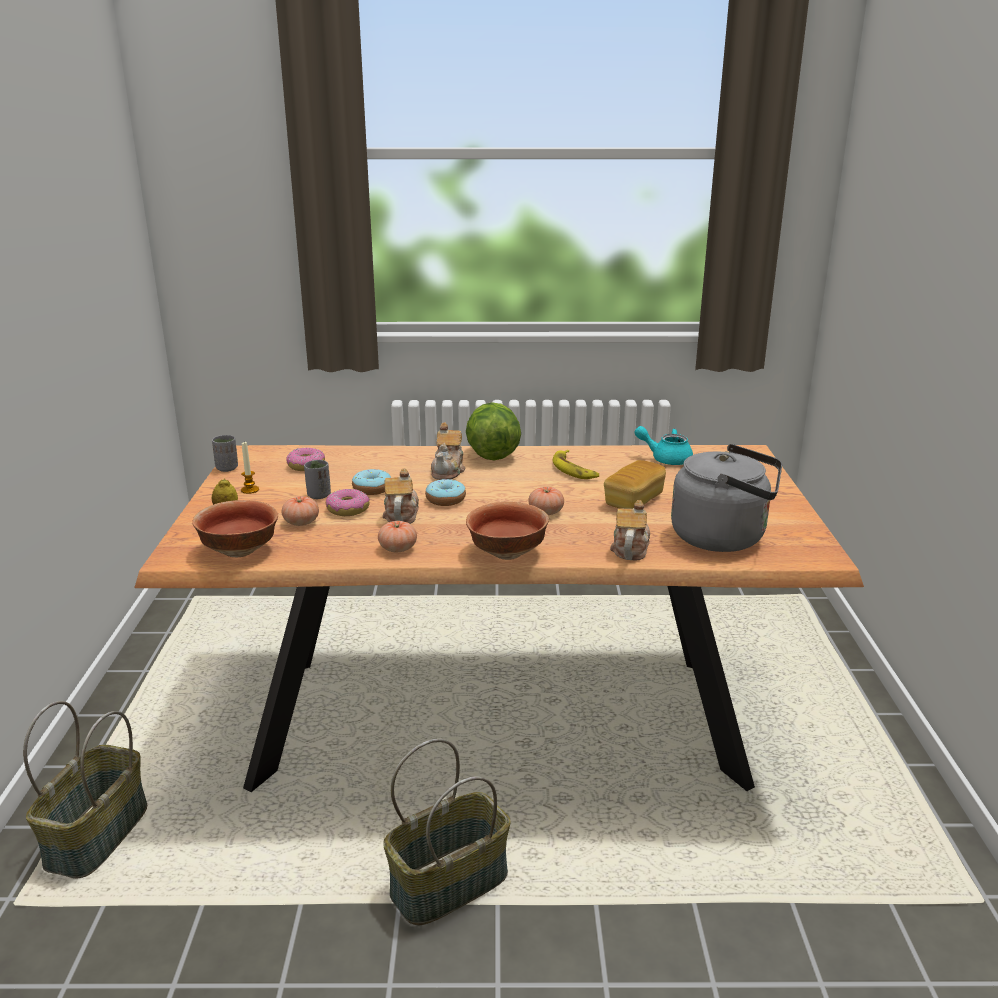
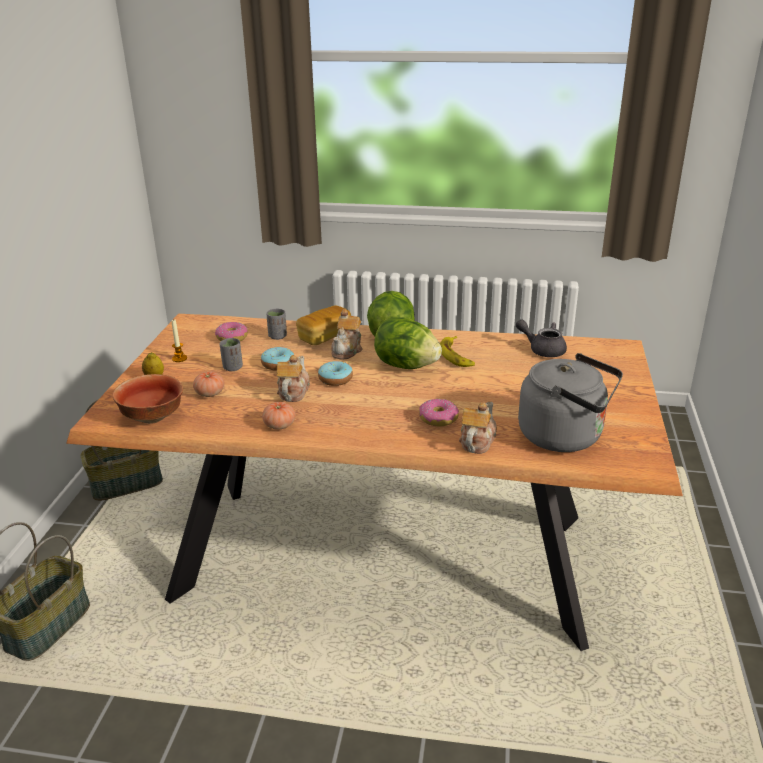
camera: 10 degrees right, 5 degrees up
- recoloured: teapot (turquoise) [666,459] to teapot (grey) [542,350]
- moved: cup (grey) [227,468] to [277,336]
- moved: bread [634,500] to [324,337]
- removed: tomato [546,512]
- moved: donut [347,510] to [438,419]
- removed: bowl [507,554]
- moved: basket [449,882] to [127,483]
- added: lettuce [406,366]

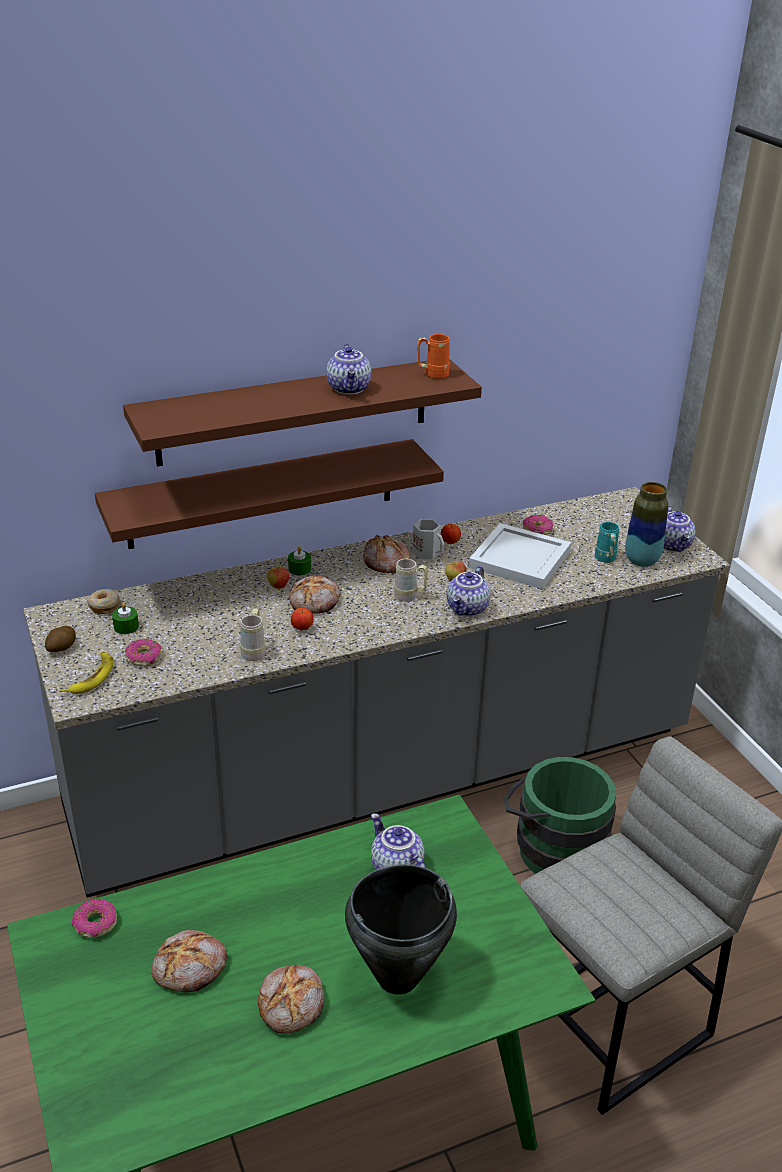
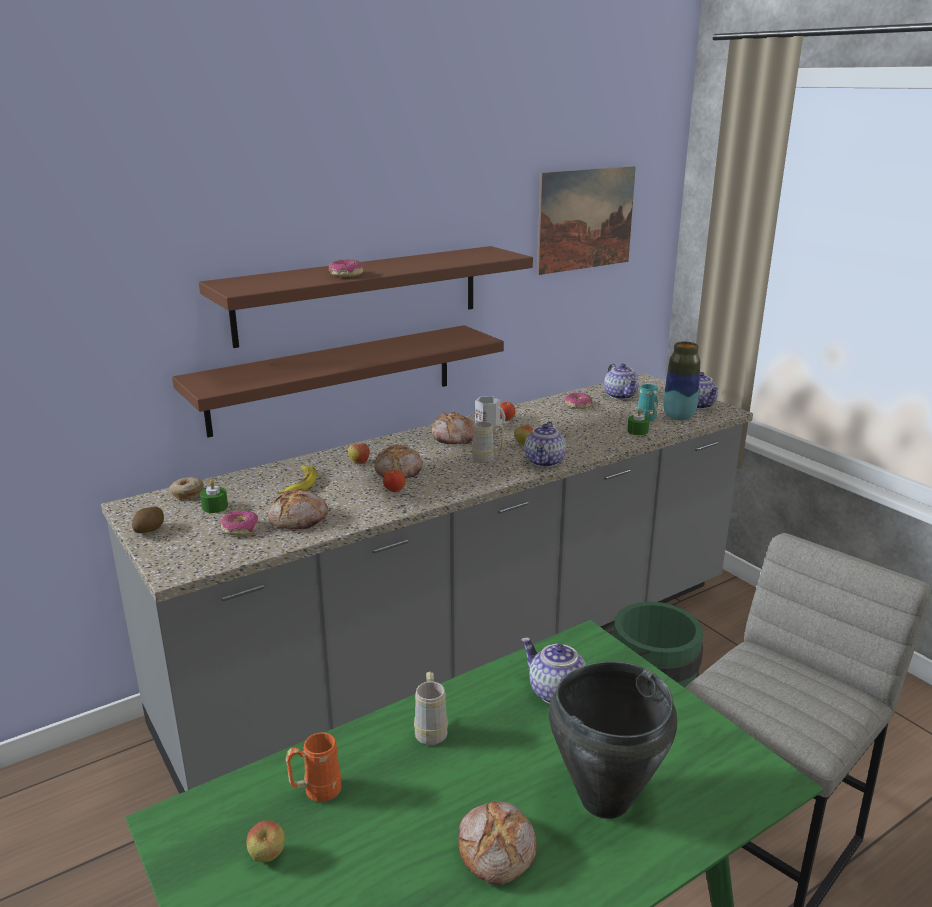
camera: 10 degrees left, 10 degrees down
- moved: mug (orange) [432,374] to [315,791]
- moved: teapot [350,389] to [621,396]
- removed: tray (white) [520,560]
- moved: candle (green) [299,569] to [637,431]
- moved: mug (beige) [254,651] to [431,729]
- moved: banana [92,677] to [300,484]
- moved: donut [95,924] to [346,275]
- moved: bread [191,968] to [299,519]
- added: picture [585,219]
- added: apple [267,857]

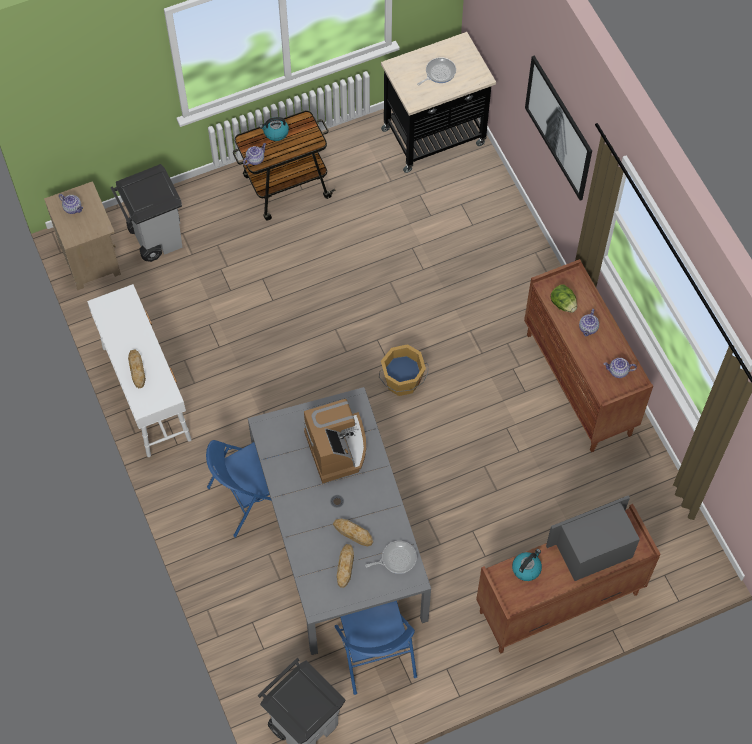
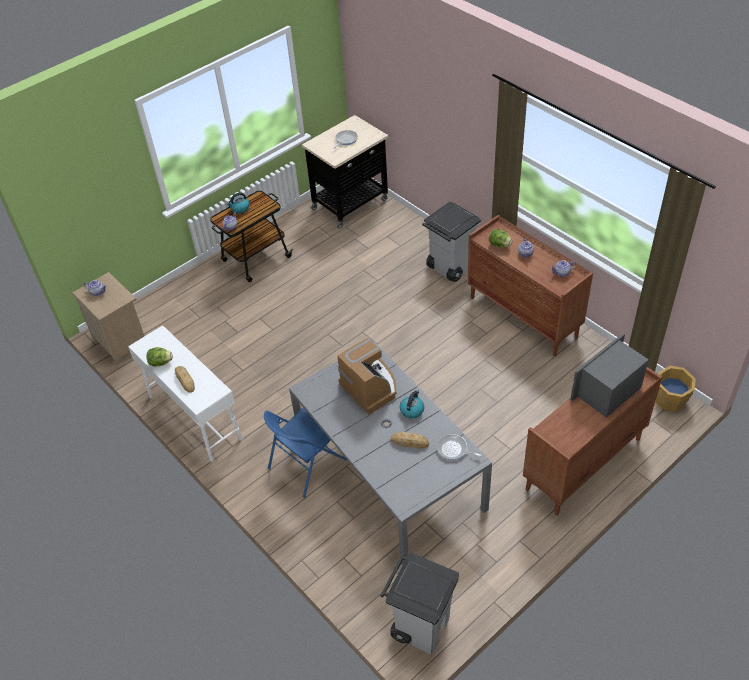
camera: 15 degrees left, 15 degrees down
- removed: picture [558,128]
- moved: trash can (grey) [155,238] to [449,268]
- moved: bucket (orange) [402,381] to [670,400]
- turned: frying pan [396,559] = [453,449] 120 degrees counterclockwise
- removed: bread [345,566]
- moved: kettle [526,568] to [412,410]
- removed: chair (blue) [375,652]
- added: lettuce [160,362]

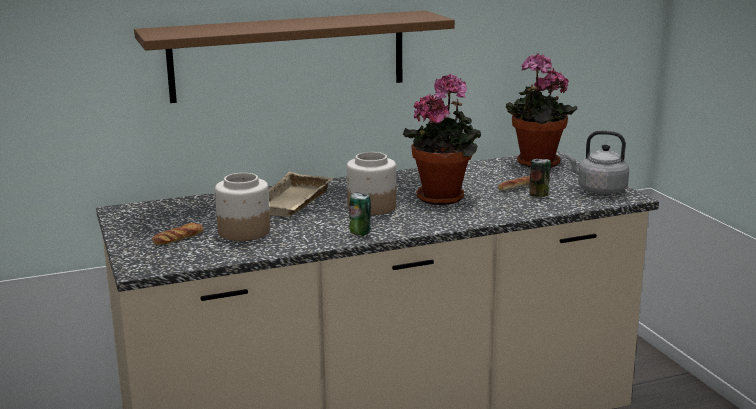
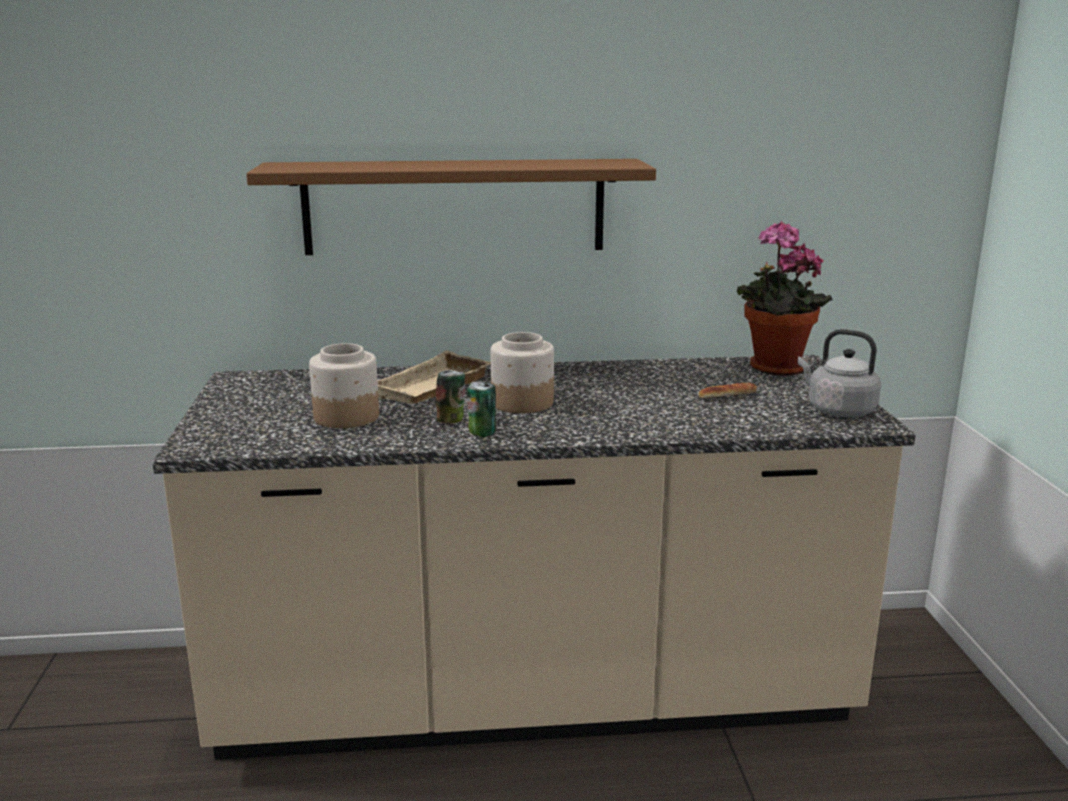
camera: 15 degrees right, 0 degrees up
- removed: potted plant [444,196]
- moved: can [539,195] to [451,420]
- removed: bread [178,238]

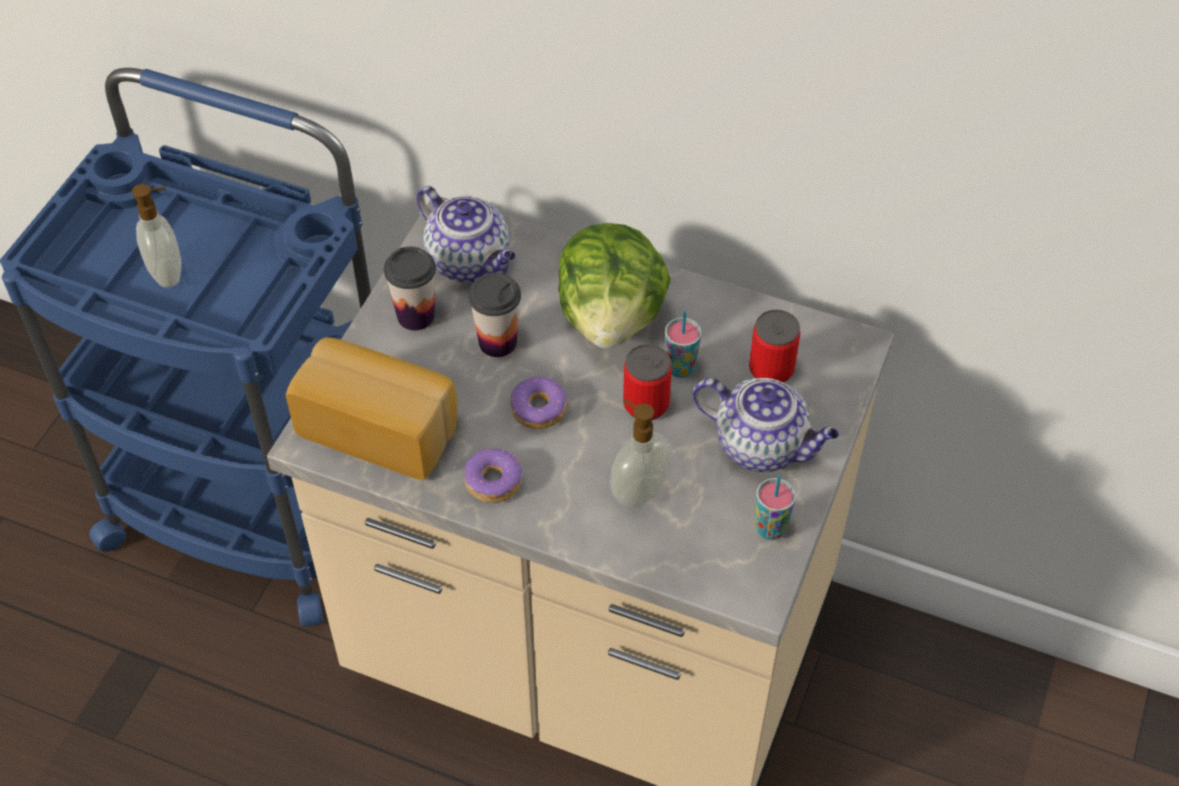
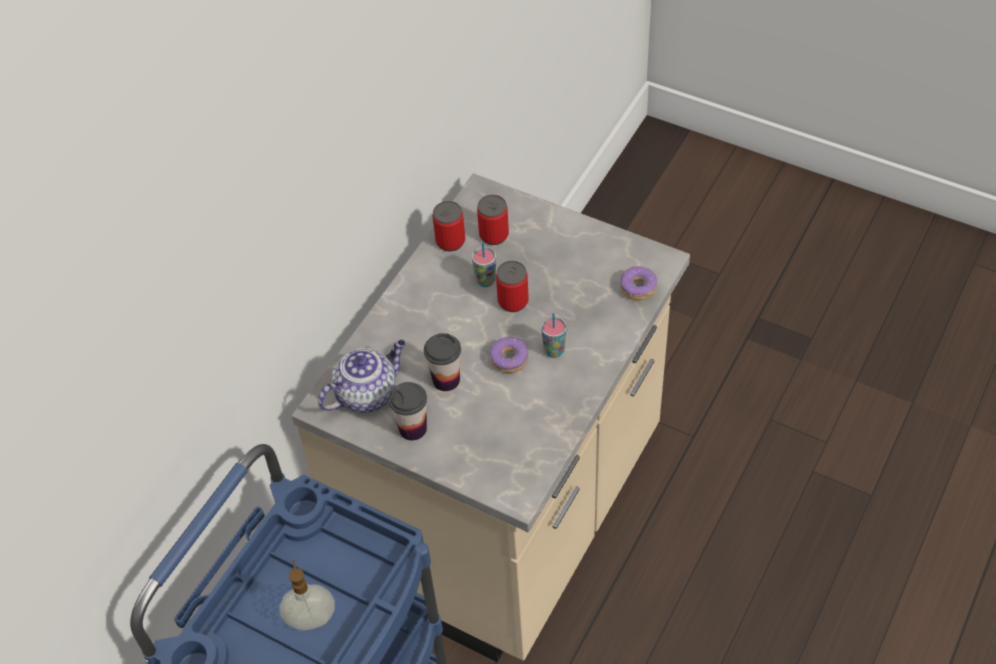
camera: 80 degrees left, 0 degrees up
- removed: lettuce [611,318]
- removed: bread [380,425]
- removed: teapot [762,446]
- removed: soap dispenser [638,490]
- moved: donut [493,481] to [638,288]
- moved: cup [770,529] to [554,351]
- added: can [450,241]

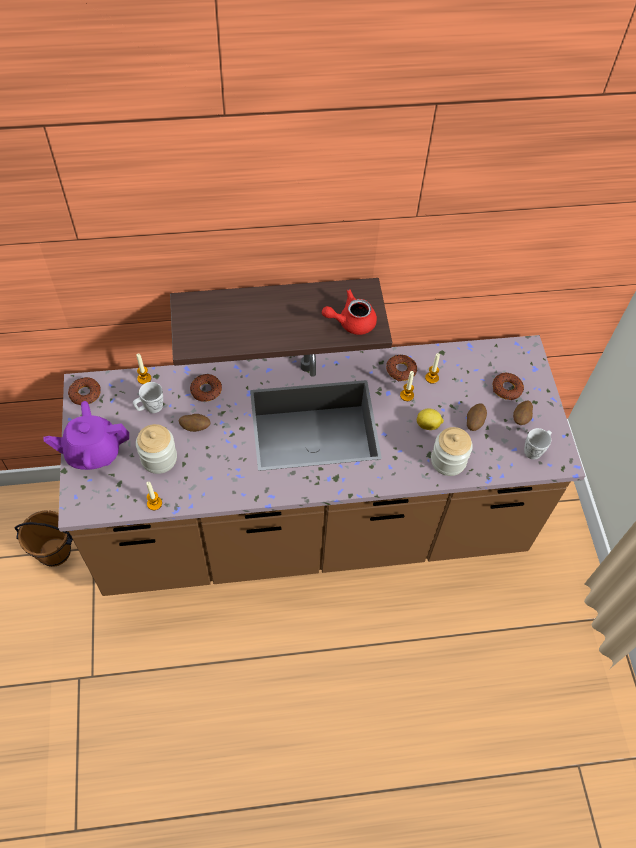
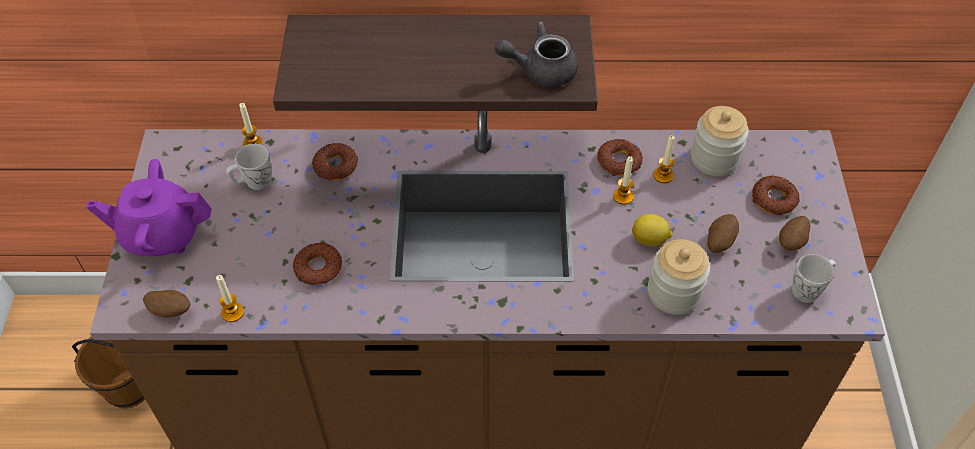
camera: 10 degrees right, 5 degrees down
- recoloured: teapot (red) [351,322] to teapot (grey) [540,70]
- moved: donut [85,394] to [318,268]
- moved: potato [195,427] to [171,311]
- moved: jar [159,458] to [714,158]

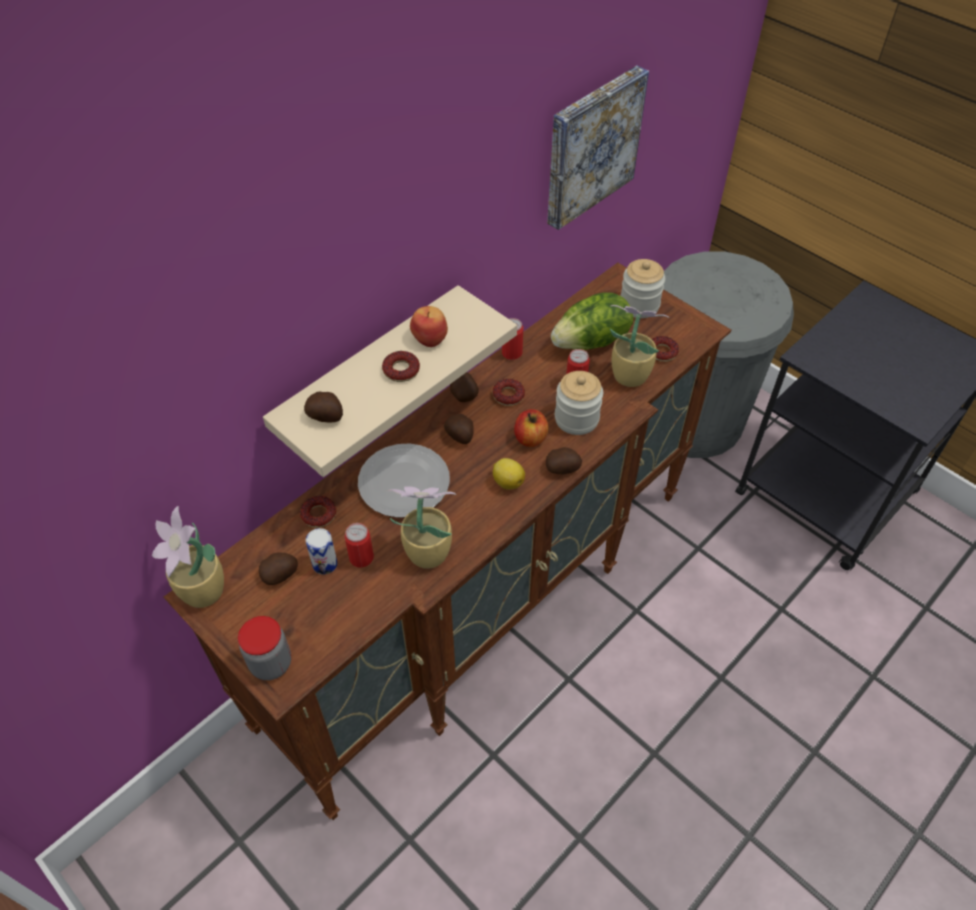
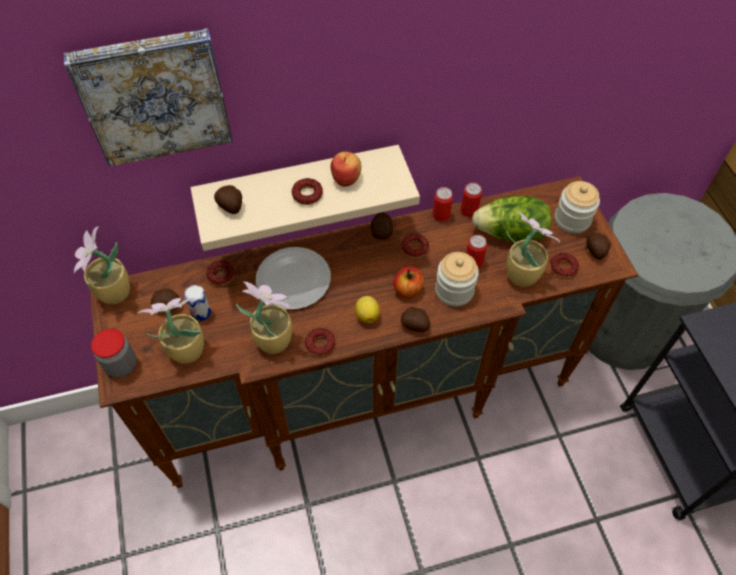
camera: 30 degrees right, 5 degrees up
- moved: picture [590,146] to [154,95]
- moved: potato [460,436] to [595,252]
- moved: can [361,557] to [469,211]
- added: potted plant [185,350]
- added: donut [320,344]

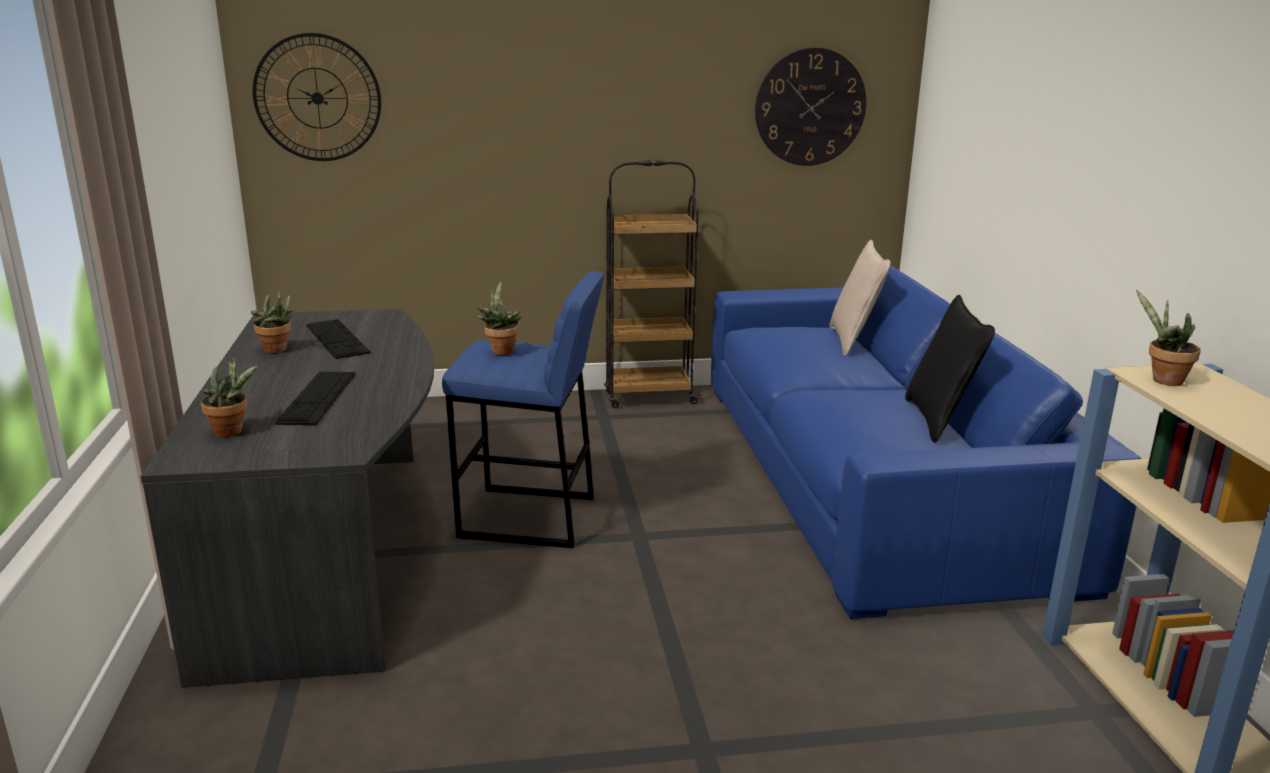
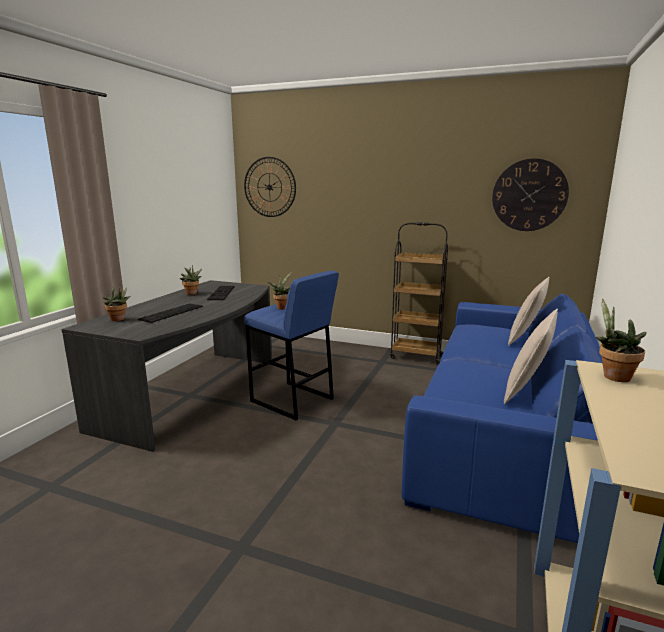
camera: 30 degrees right, 5 degrees down
- recoloured: pillow (black) [939,420] to pillow (beige) [526,392]

